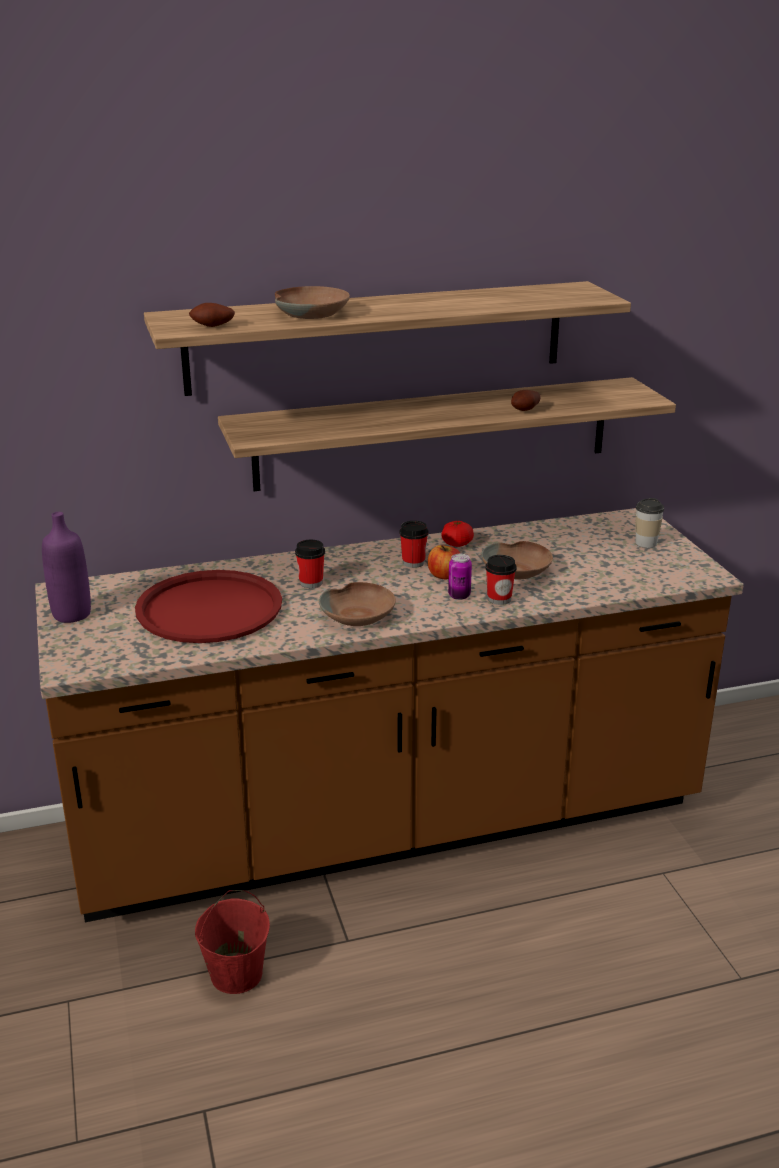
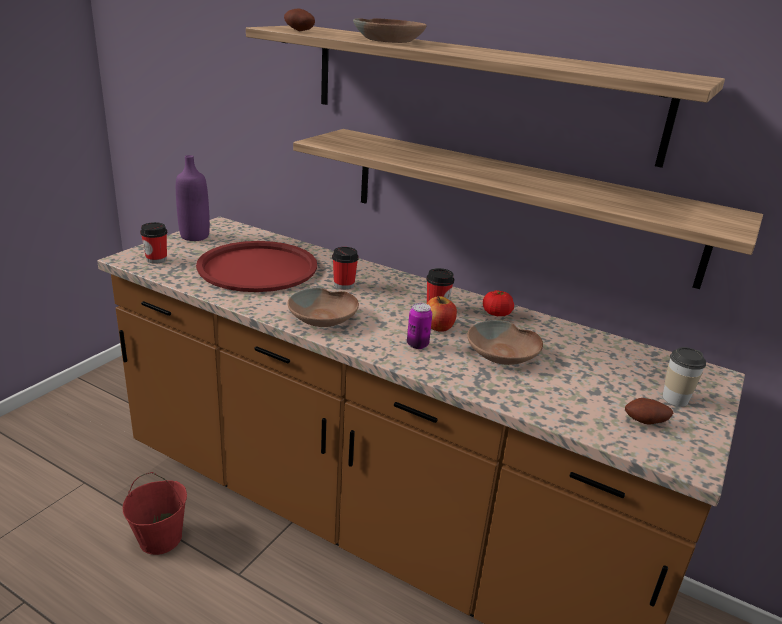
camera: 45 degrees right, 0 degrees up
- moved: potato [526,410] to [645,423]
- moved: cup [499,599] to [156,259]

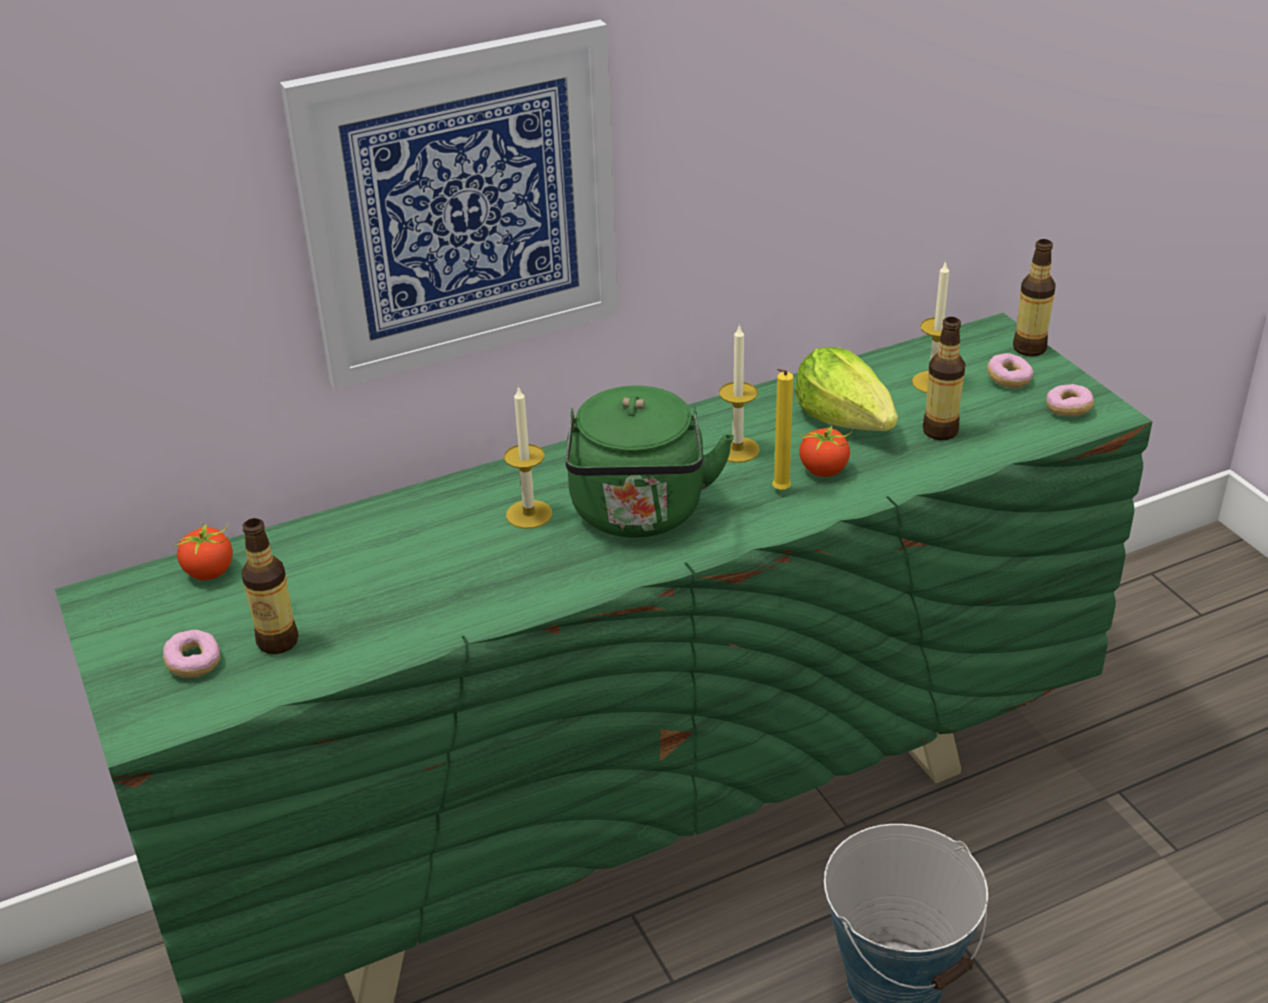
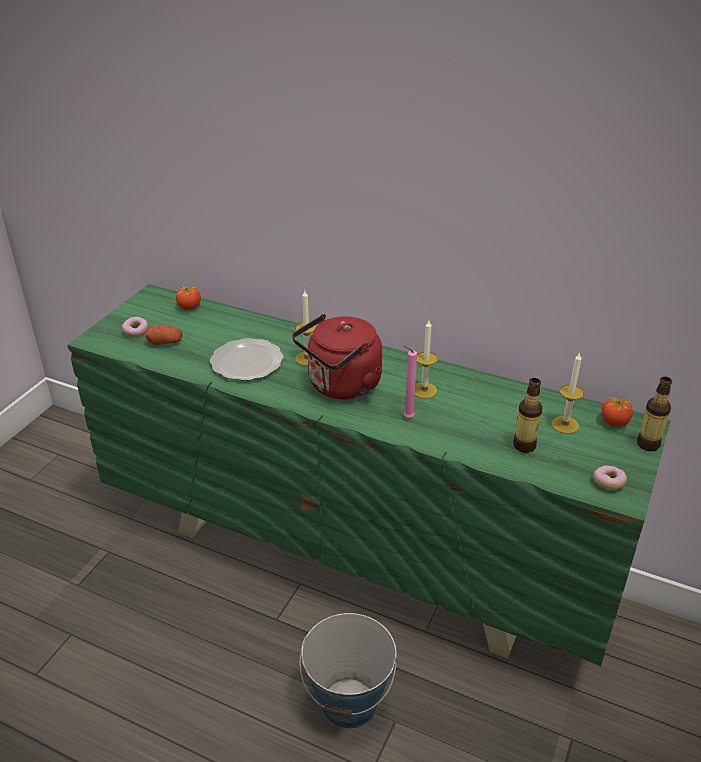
camera: 50 degrees right, 0 degrees up
- removed: picture [461,205]
- removed: lettuce [846,420]
- removed: donut [1008,380]
- recoloured: candle (yellow) [779,492] to candle (pink) [407,417]
- recoloured: kettle (green) [639,514] to kettle (red) [341,386]
- moved: tomato [824,470] to [614,422]
- replaced: bottle [278,641] to potato [165,342]
- added: plate [247,361]

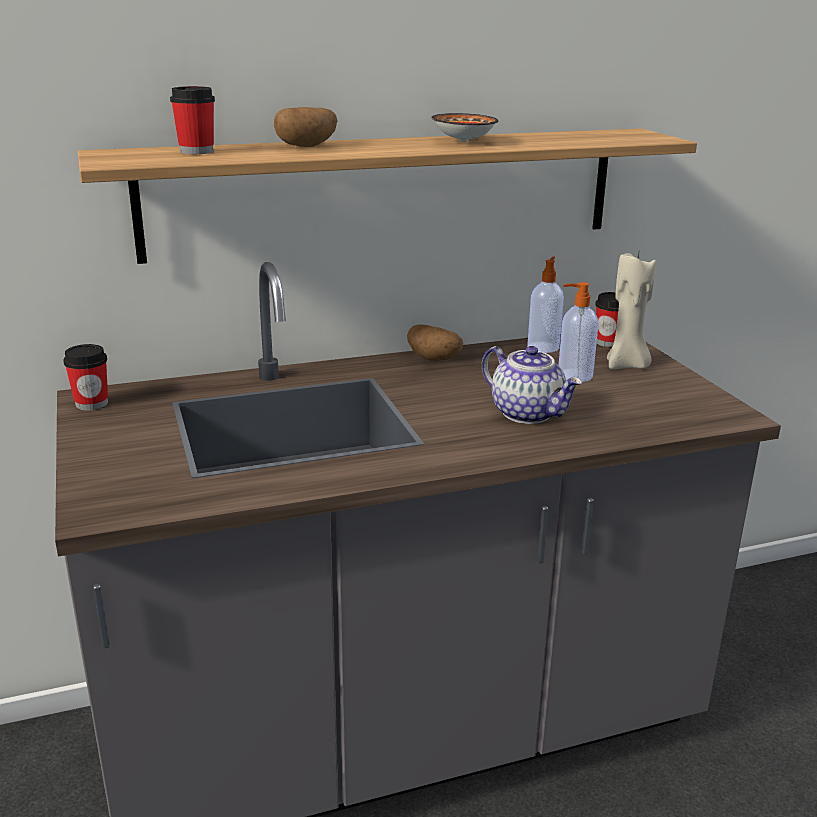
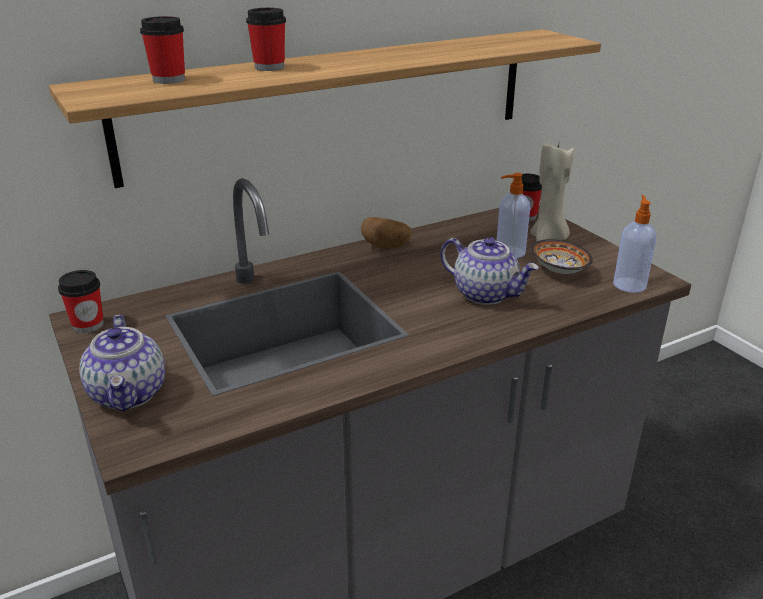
camera: 10 degrees left, 5 degrees up
- replaced: potato [307,146] to cup [269,67]
- moved: bowl [462,142] to [558,271]
- moved: soap dispenser [543,347] to [629,284]
- added: teapot [129,394]

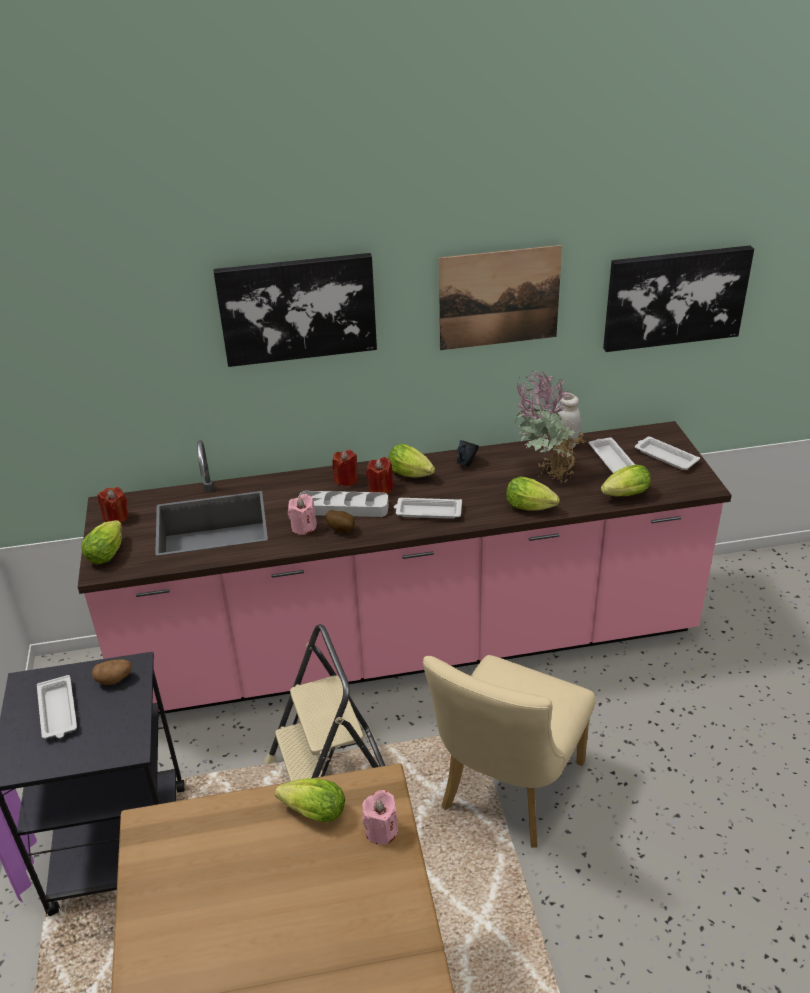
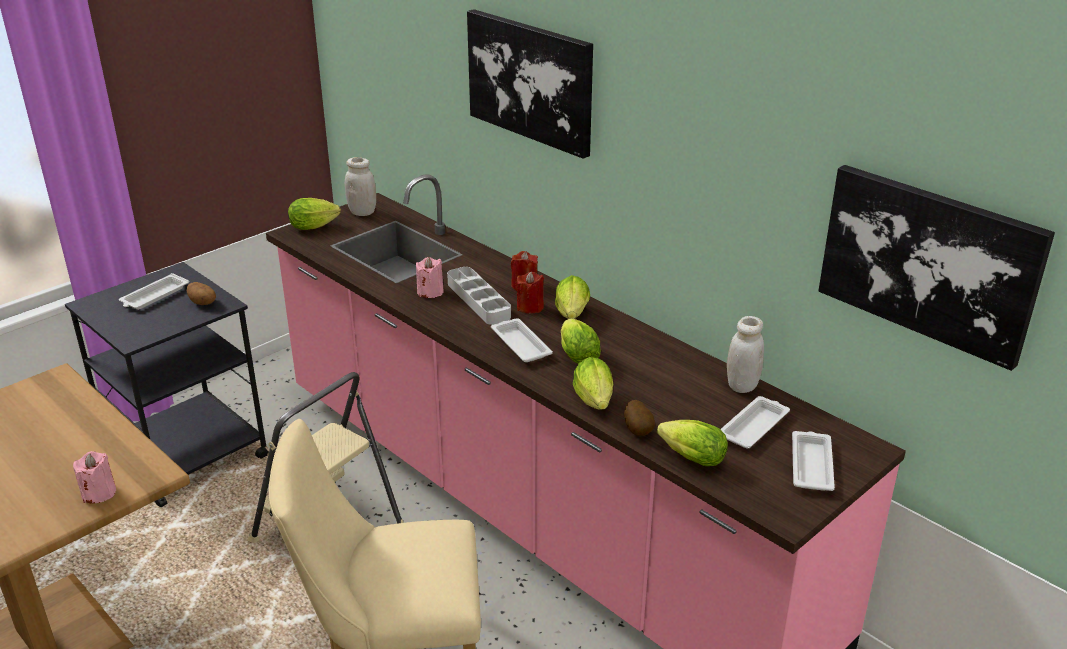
camera: 55 degrees right, 5 degrees down
- removed: picture [499,298]
- removed: potted plant [544,474]
- removed: mug (blue) [466,463]
- replaced: candle (red) [116,517] to jar (white) [362,212]
- moved: potato [342,529] to [639,431]
- moved: lettuce [310,811] to [576,354]

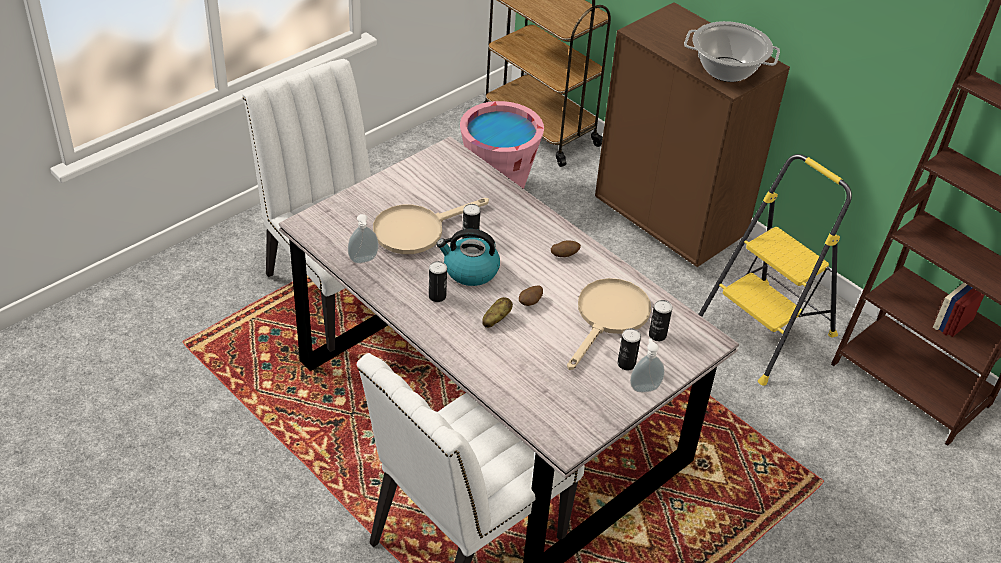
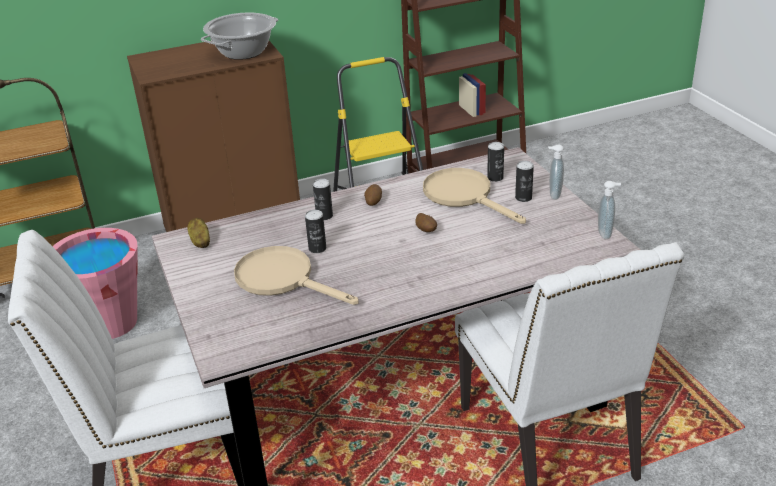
camera: 65 degrees left, 10 degrees down
- turned: frying pan (beige) [417,230] = [283,279] 135 degrees clockwise
- moved: soap dispenser [364,260] to [606,233]
- removed: kettle [470,271]
- moved: can [437,296] to [324,216]
- moved: potato [496,319] to [200,241]

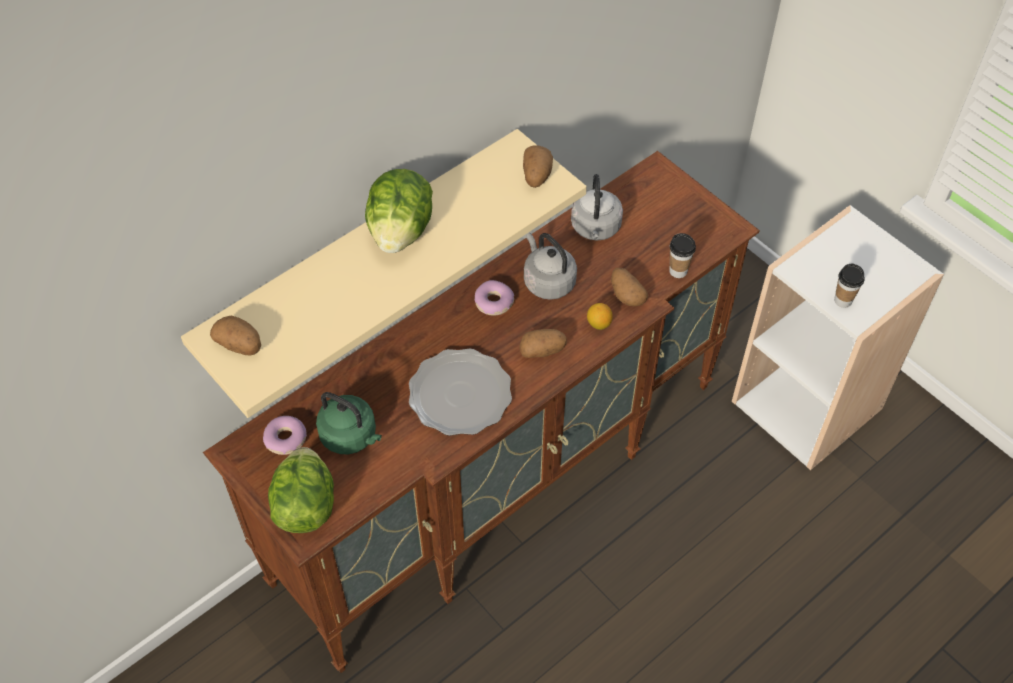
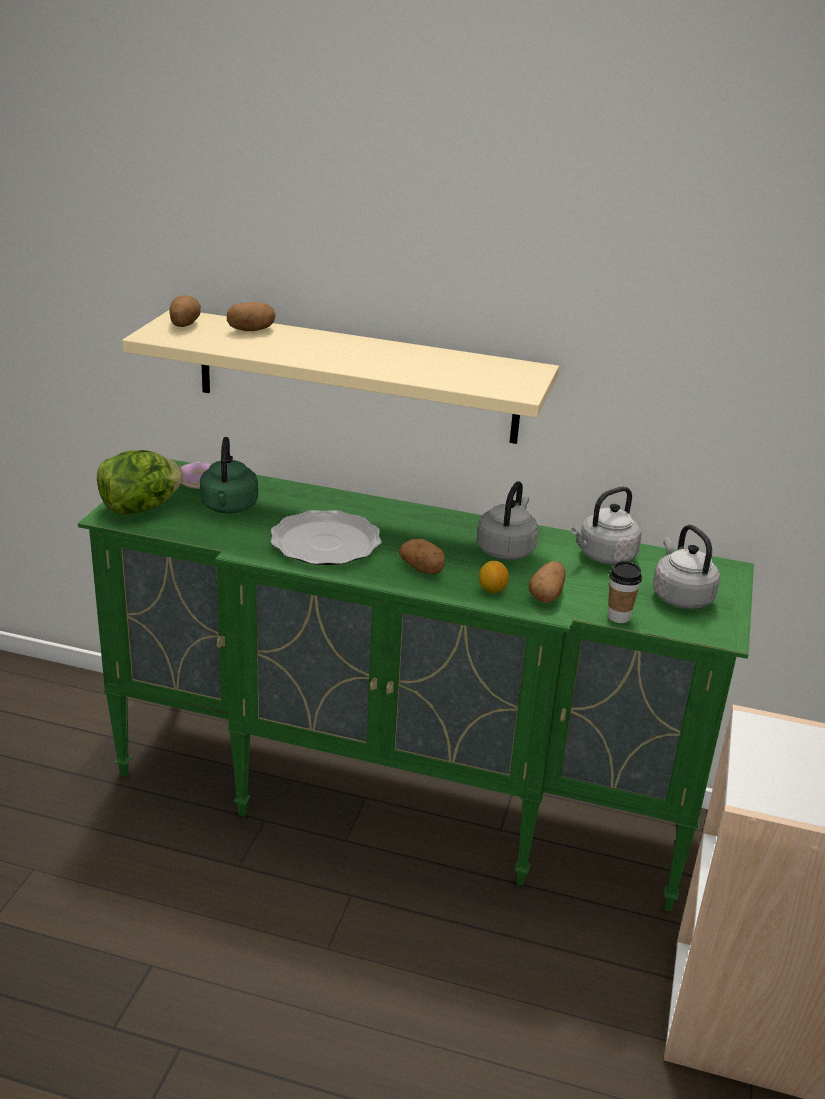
camera: 55 degrees right, 25 degrees down
- moved: potato [536,176] to [251,330]
- recoloured: cabinet (brown) [502,483] to cabinet (green) [400,798]
- removed: lettuce [400,231]
- removed: cup [843,300]
- removed: donut [493,302]
- added: kettle (grey) [680,596]

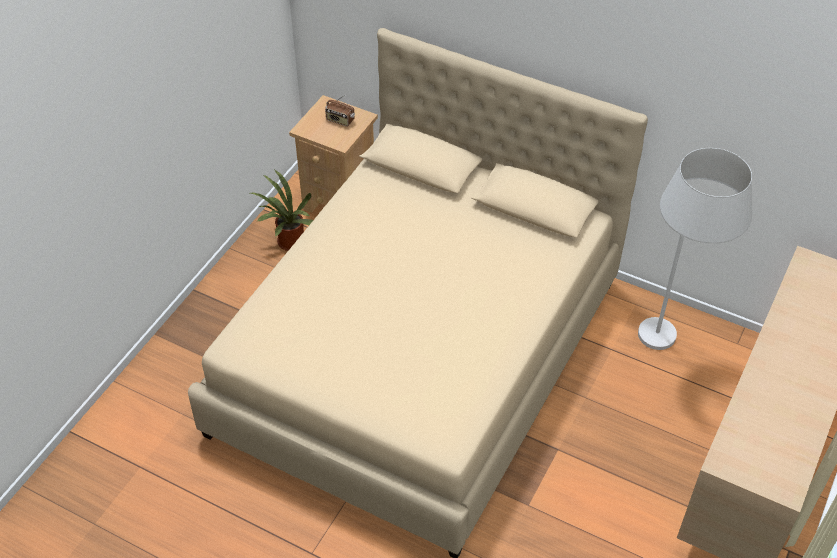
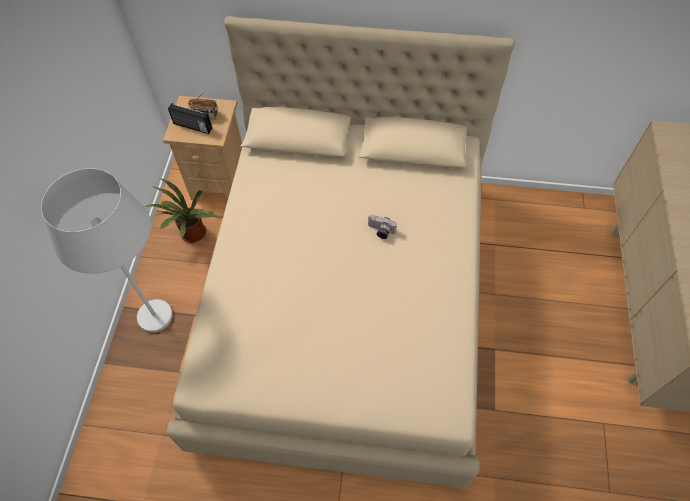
camera: 20 degrees left, 10 degrees up
- moved: floor lamp (white) [667,350] to [166,329]
- added: radio [192,126]
- added: photo camera [380,231]

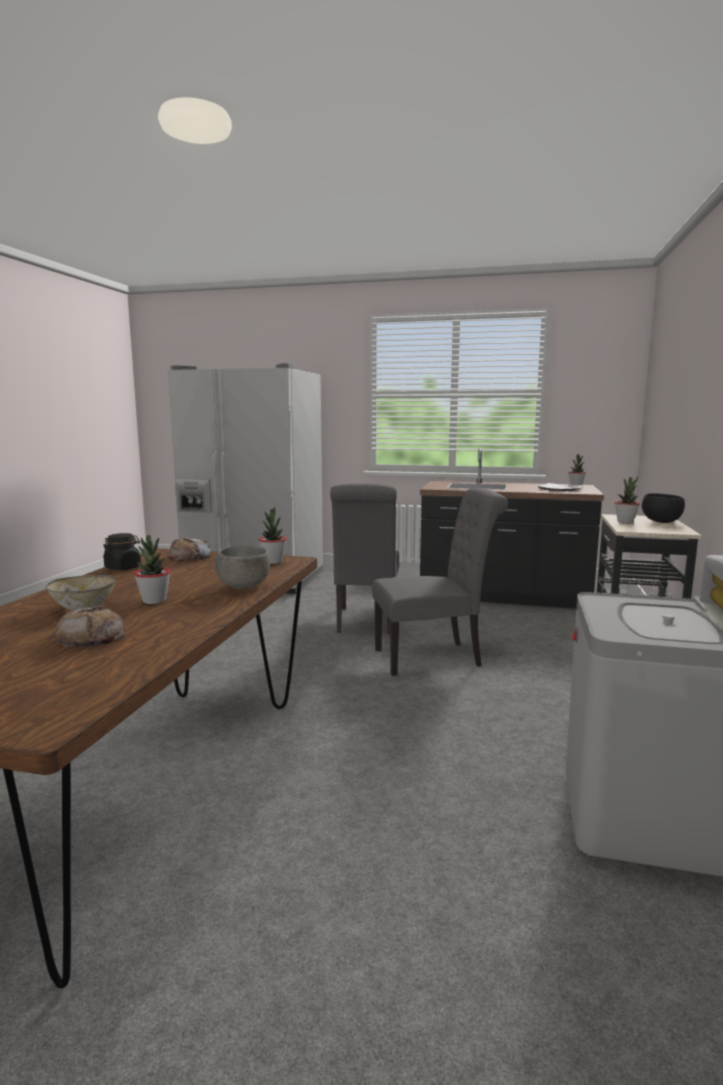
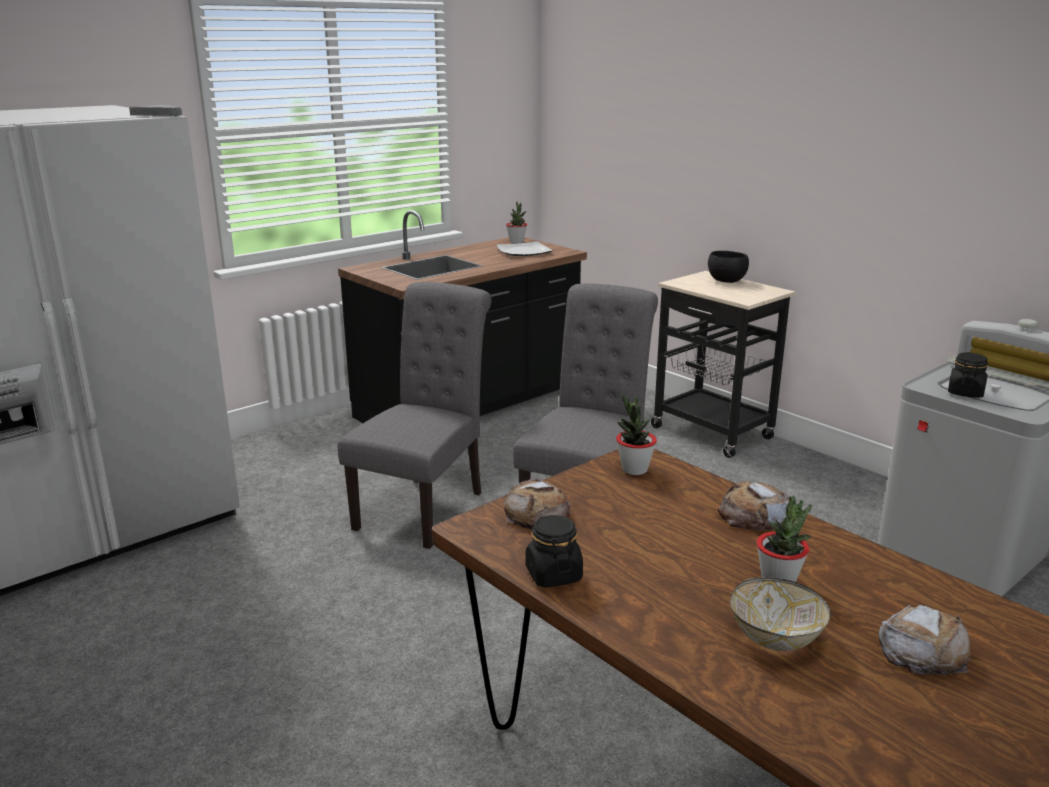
camera: 55 degrees left, 10 degrees up
- removed: potted plant [625,522]
- turned: chair (grey) [365,622] = [425,506] 105 degrees counterclockwise
- replaced: bowl (grey) [243,587] to bread [753,515]
- added: jar (black) [965,392]

